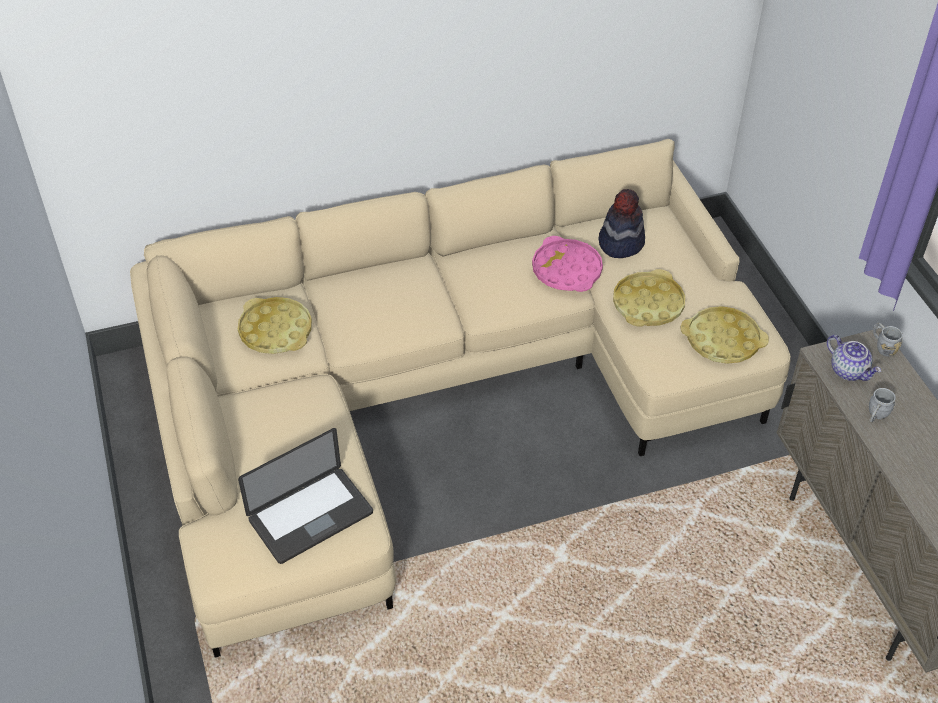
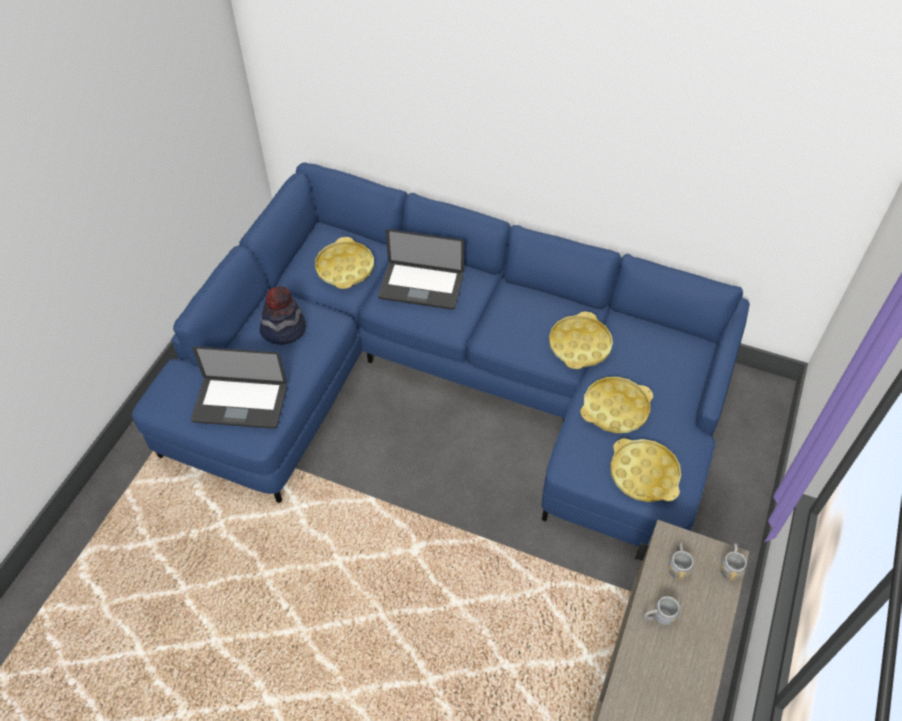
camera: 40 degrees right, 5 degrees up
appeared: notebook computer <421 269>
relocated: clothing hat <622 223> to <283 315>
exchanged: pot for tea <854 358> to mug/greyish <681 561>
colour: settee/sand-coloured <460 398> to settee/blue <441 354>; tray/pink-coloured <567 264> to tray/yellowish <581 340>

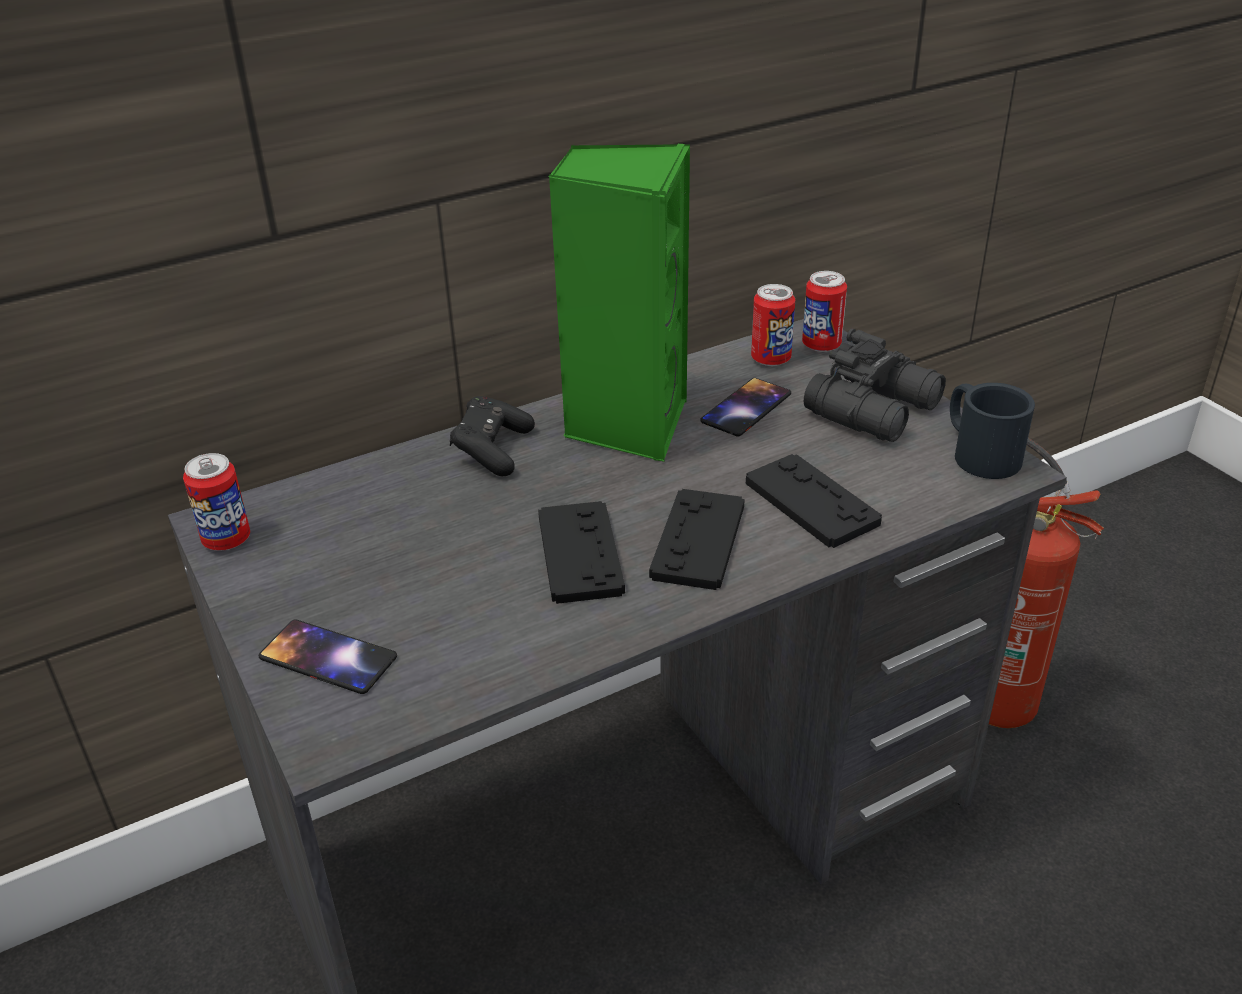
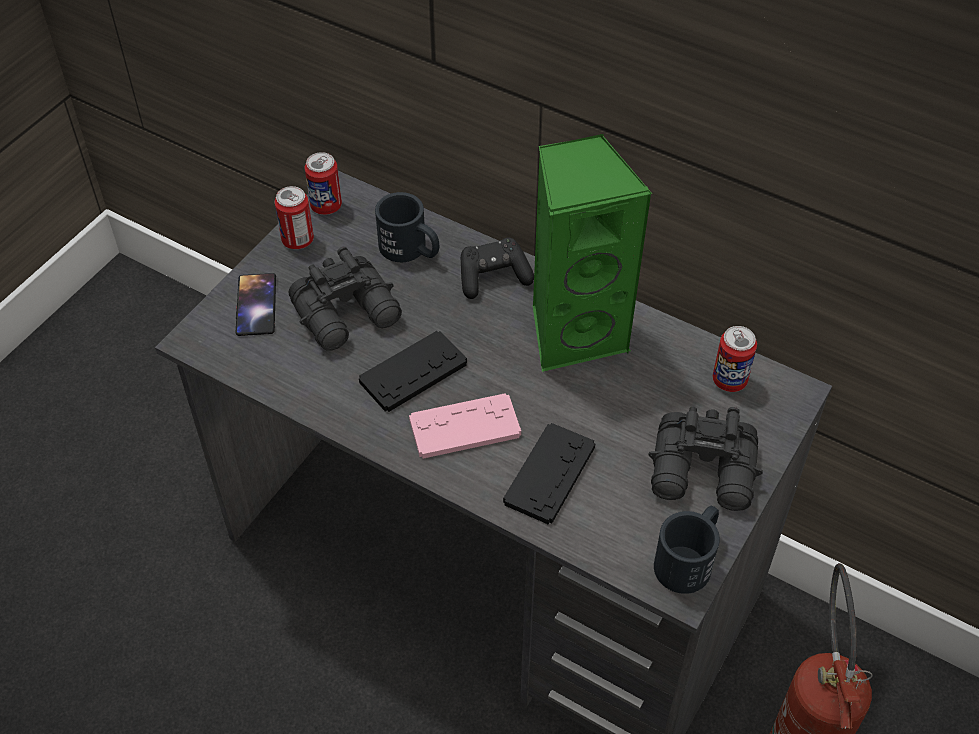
camera: 60 degrees right, 15 degrees up
missing: phone <745 407>
appeared: binoculars/black <345 299>; mug/black <407 227>
relocated: can <824 311> to <294 217>
colour: game controller/black <697 539> to game controller/pink-coloured <465 426>

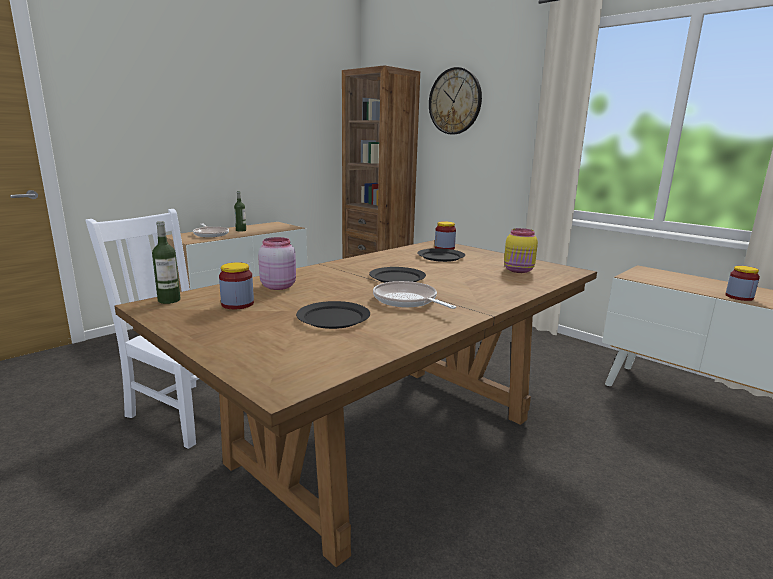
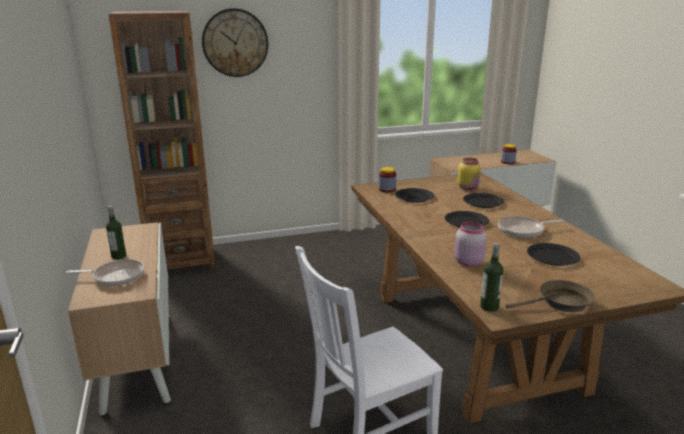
camera: 60 degrees left, 5 degrees up
missing: jar <236 285>
appeared: plate/black <483 200>; frying pan/brown-coloured <550 296>

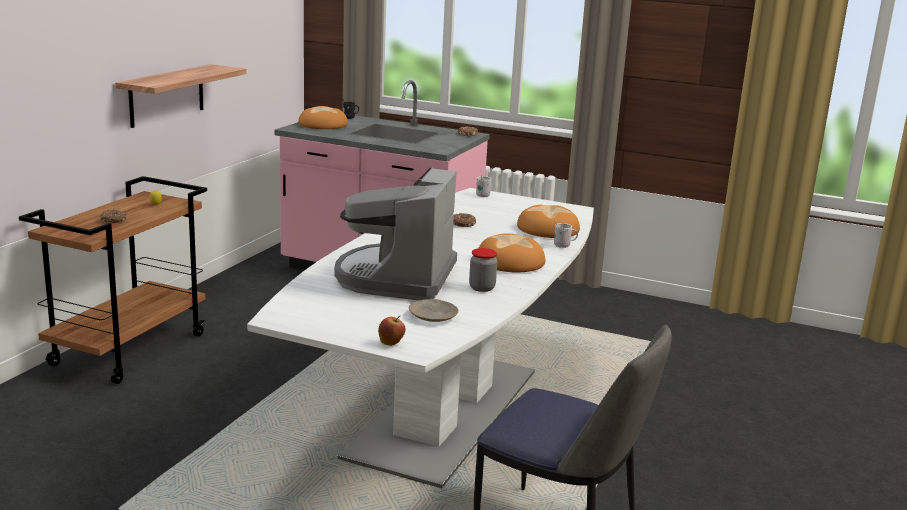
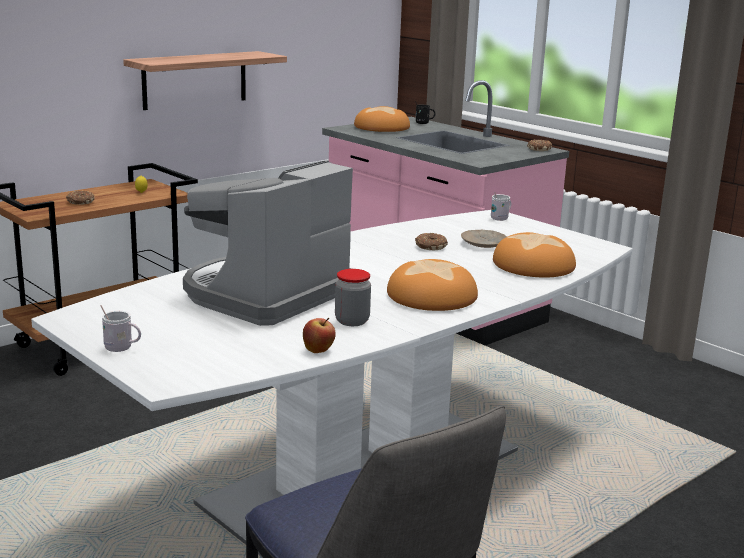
camera: 25 degrees right, 0 degrees up
relocated: mug/whitish <566 234> to <120 328>; whole apple <391 331> to <319 335>; plate/sand-coloured <433 310> to <484 239>

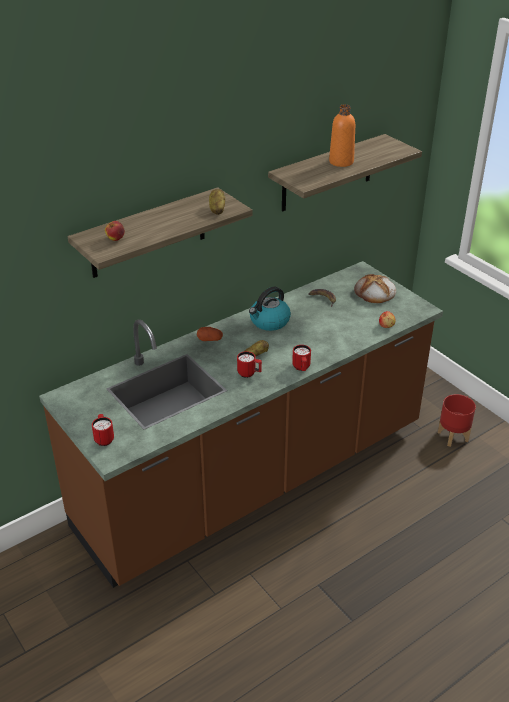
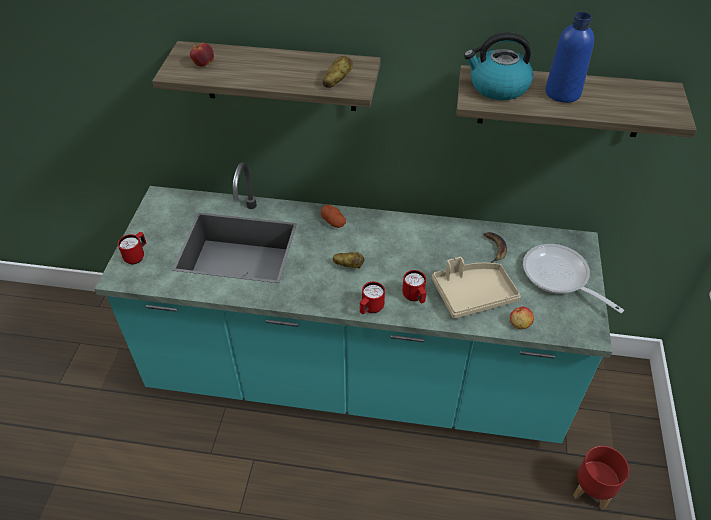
camera: 45 degrees right, 10 degrees up
appeared: tray/sand-coloured <476 288>
relocated: mug/red-coloured <249 364> to <414 286>; water kettle <270 309> to <498 66>
exchanged: baked bread <375 288> to frying pan <573 278>
colour: kitchen base unit/brown-coloured <241 424> to kitchen base unit/turquoise-coloured <353 302>; bottle/orangey <342 135> to bottle/blue <569 57>

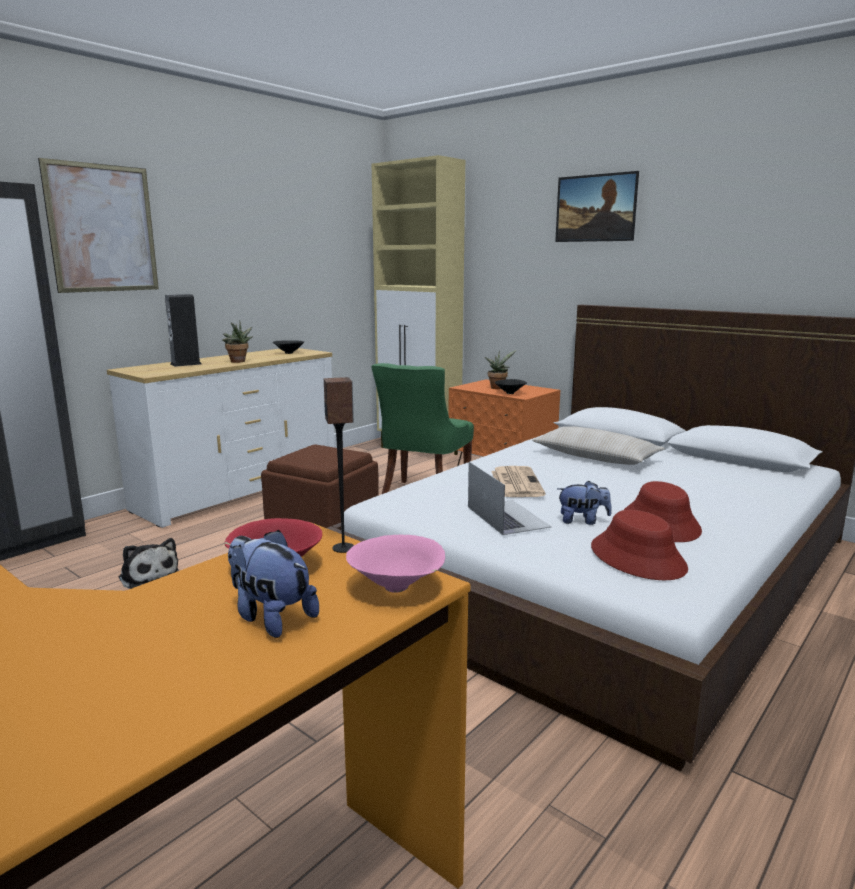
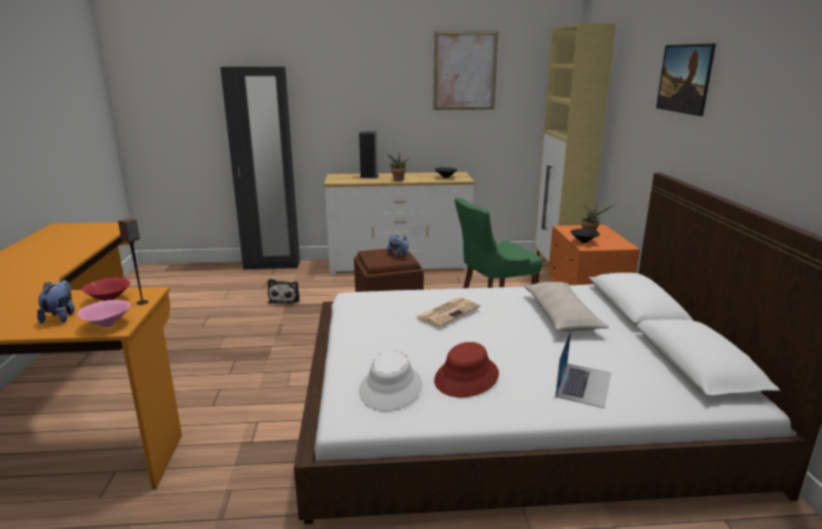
camera: 45 degrees right, 5 degrees up
relocated: plush toy <584 503> to <398 246>; wall picture <98 225> to <466 70>; notebook computer <509 498> to <583 368>
colour: clothing hat/red-coloured <639 545> to clothing hat/whitish <390 380>

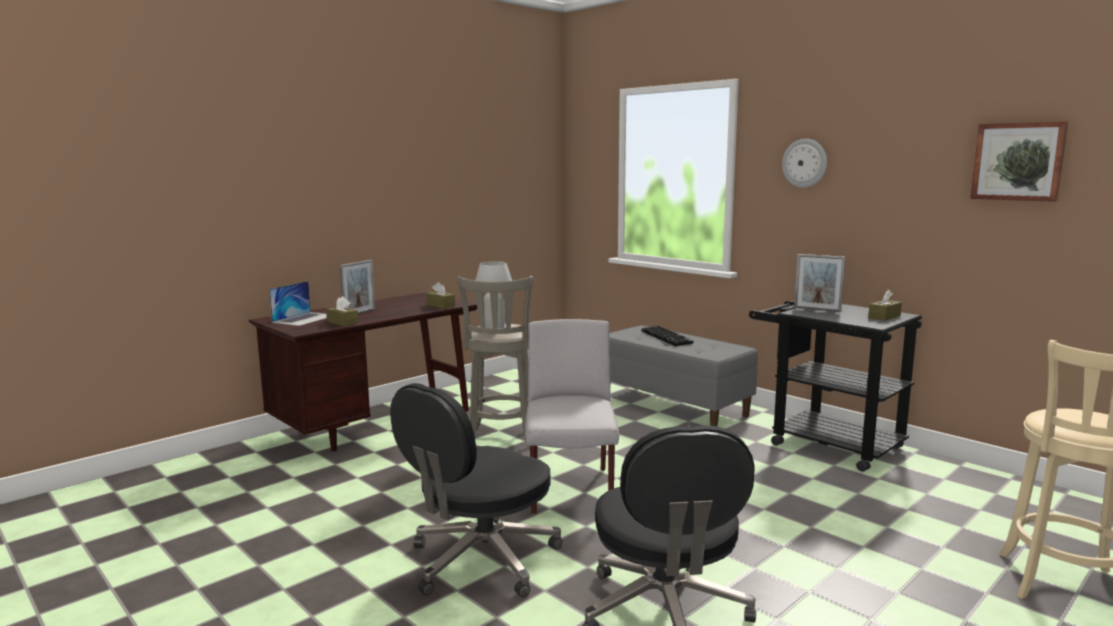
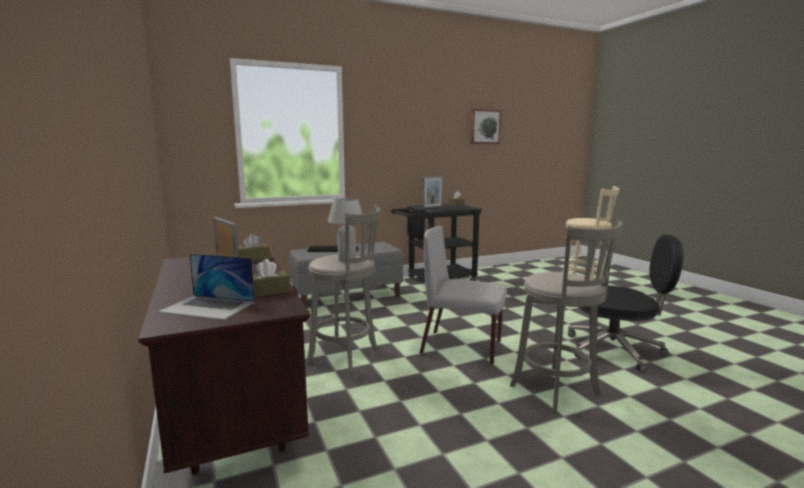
camera: 70 degrees left, 0 degrees up
missing: wall clock <804 163>
exchanged: computer chair/black <476 490> to stool/greyish <566 316>
spun: notebook computer <298 303> = <206 287> 150 degrees clockwise

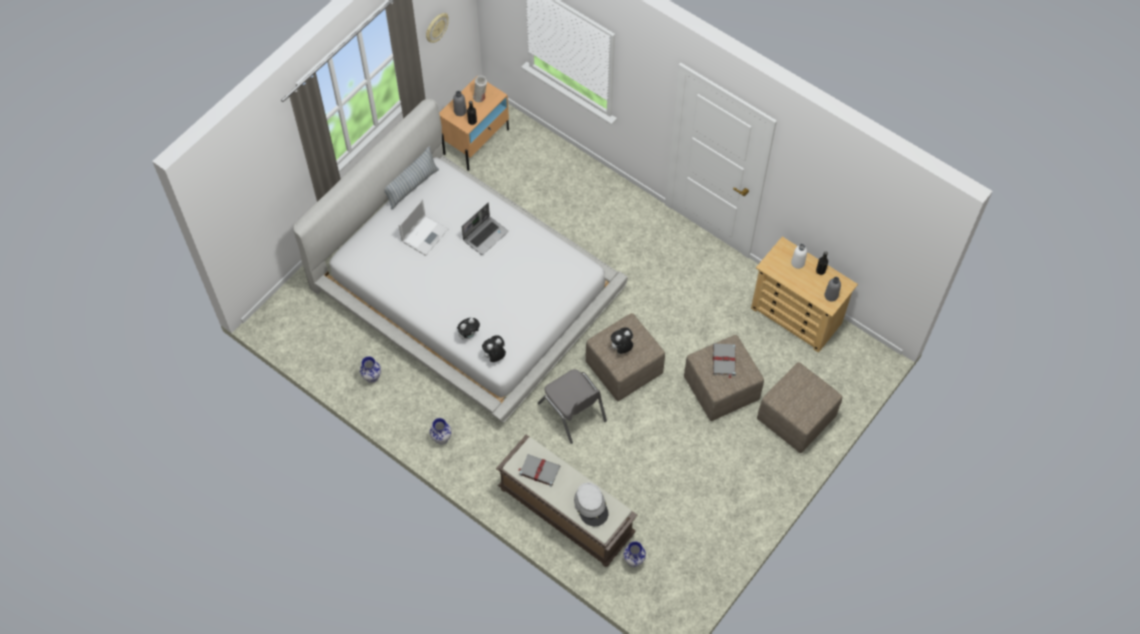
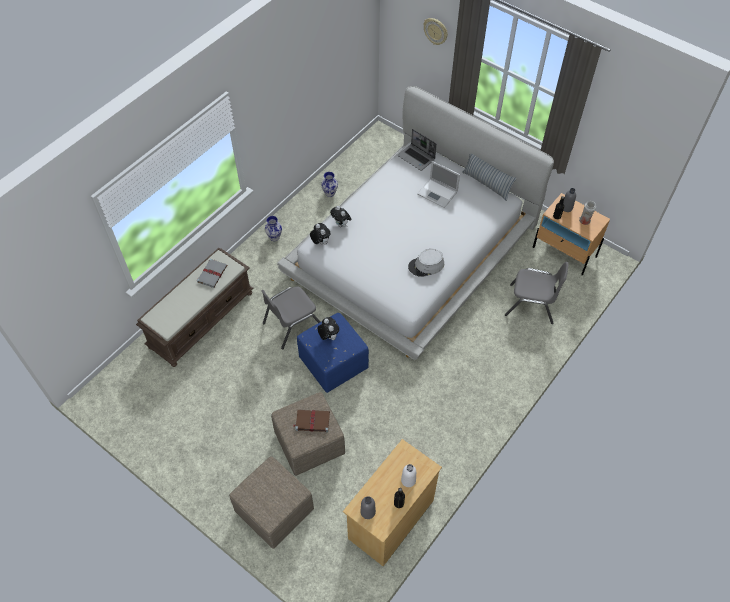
camera: 90 degrees right, 5 degrees down
missing: decorative vase <634 554>
appeared: chair/greyish <537 293>
relocated: notebook computer <485 229> to <417 150>; clothing hat/greyish <591 504> to <426 263>; wall clock <437 28> to <436 31>
colour: book/greyish <724 361> to book/brown-coloured <311 421>; pouffe/sand-coloured <625 357> to pouffe/blue <333 353>

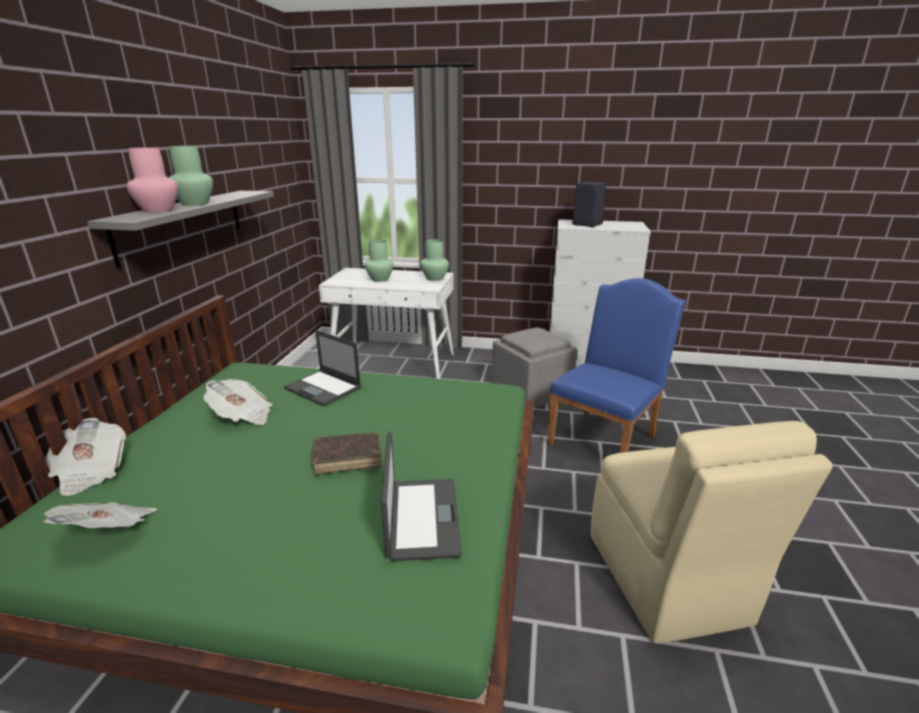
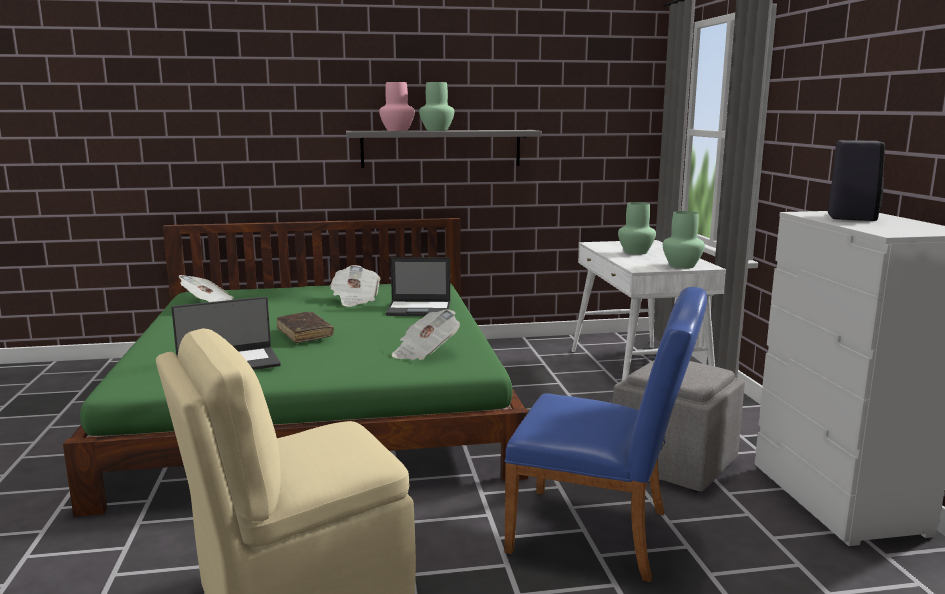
camera: 70 degrees right, 10 degrees down
relocated: newspaper <85 457> to <425 334>
spun: notebook computer <322 368> = <418 286> 105 degrees counterclockwise

